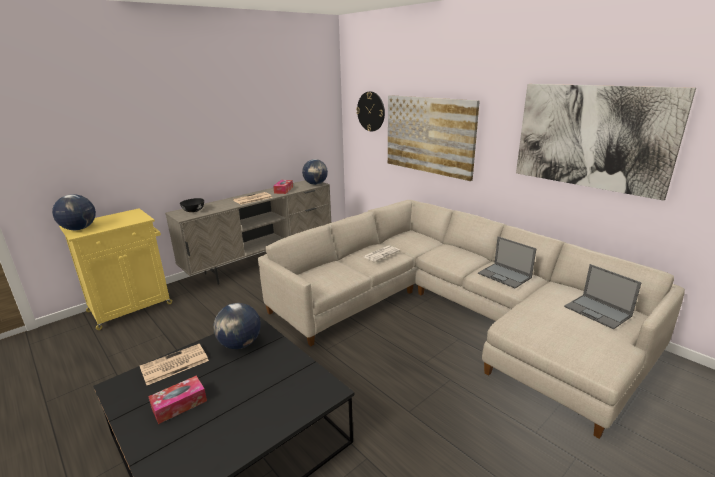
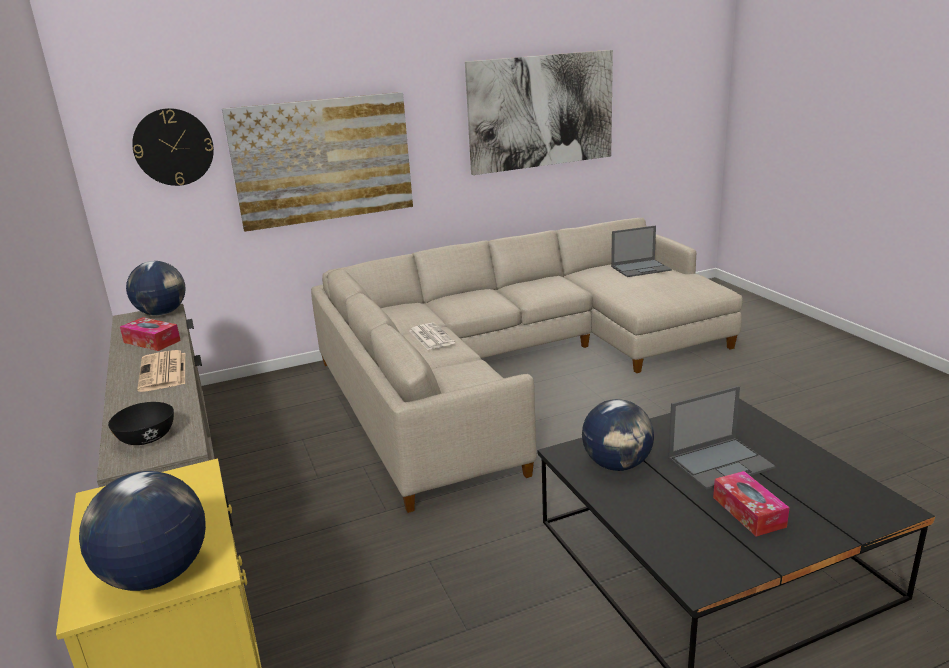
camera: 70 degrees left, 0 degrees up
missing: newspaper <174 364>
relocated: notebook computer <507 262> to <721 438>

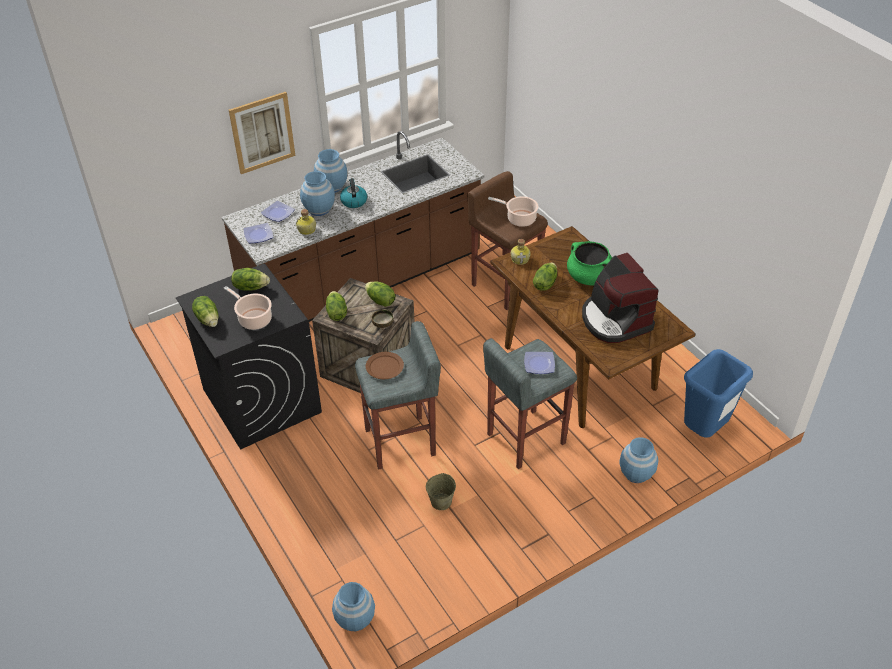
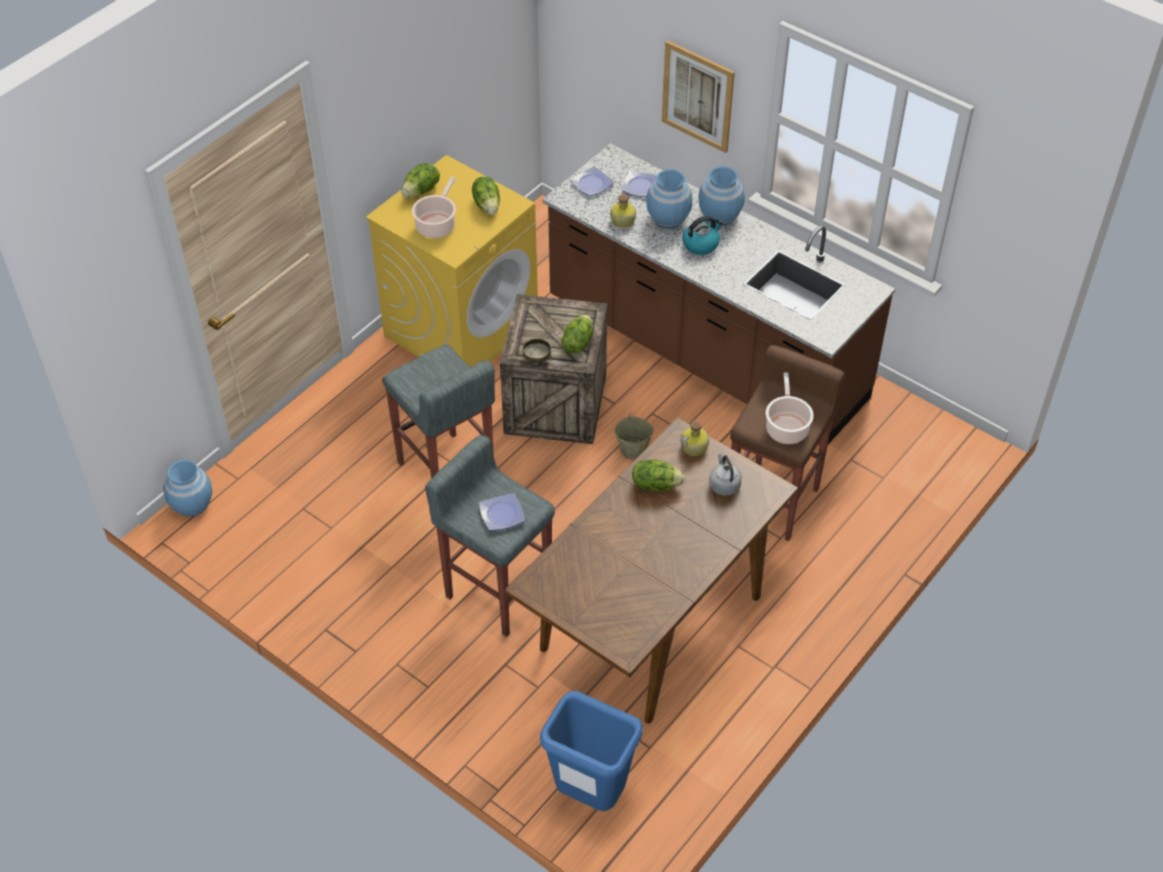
camera: 70 degrees right, 5 degrees up
missing: lettuce head <336 306>; plate/brown-coloured <385 365>; cooking pot/greenish <589 263>; coffee maker <620 298>; decorative vase/blue <638 460>
appeared: water kettle/greyish <725 474>
relocated: bucket/sand-coloured <441 491> to <634 436>
colour: washing machine/black <249 356> to washing machine/yellowish <452 261>

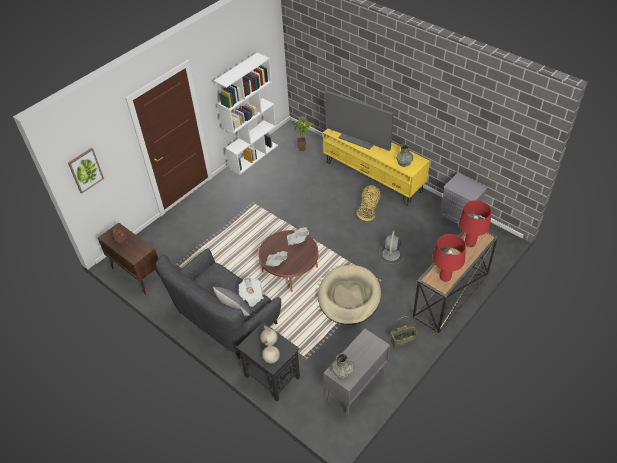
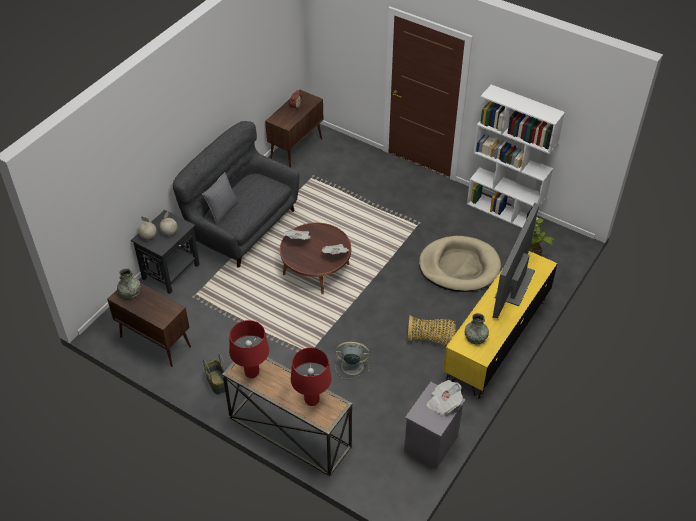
camera: 80 degrees right, 0 degrees up
missing: wall picture <86 171>
relocated: dog bed/sand-coloured <349 295> to <460 264>; newspaper <251 292> to <445 398>
colour: cupboard/greyish <357 373> to cupboard/brown-coloured <149 325>

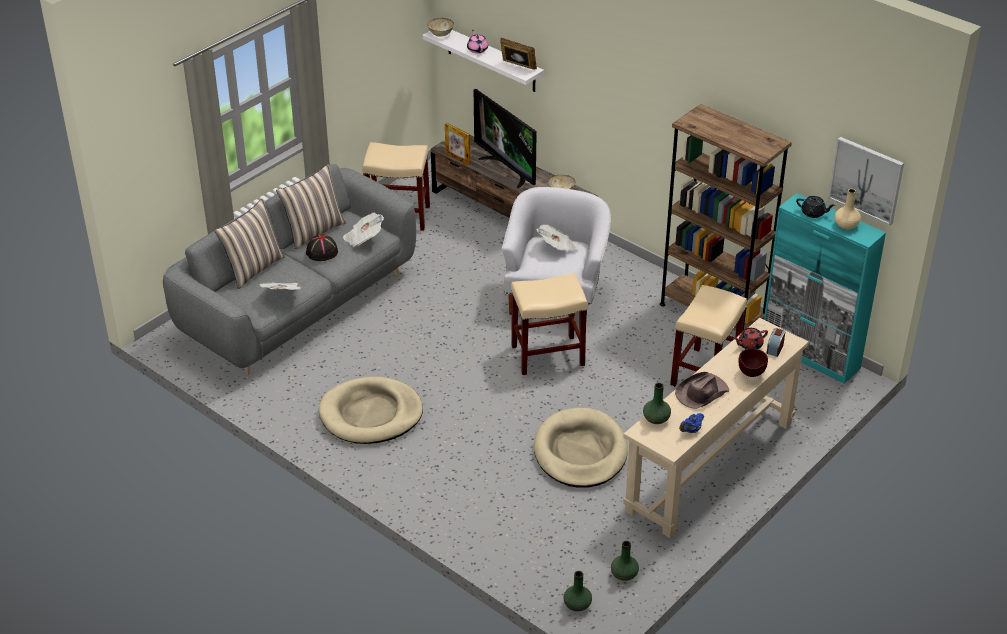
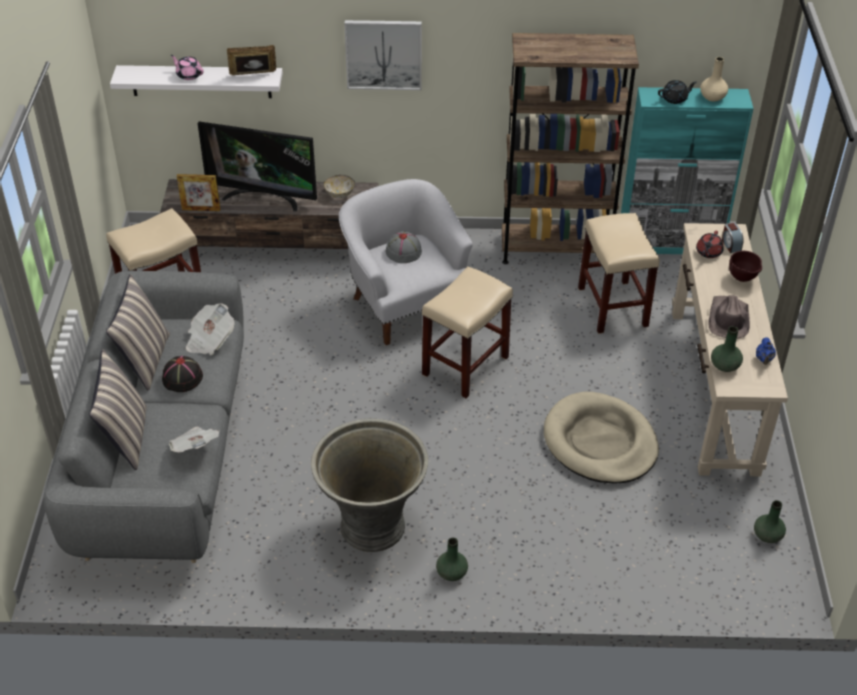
camera: 40 degrees left, 5 degrees up
missing: serving bowl <440 27>
relocated: wall picture <866 181> to <383 55>; decorative vase/greenish <577 591> to <452 559>
exchanged: dog bed/sand-coloured <371 410> to plant pot/greyish <369 485>; newspaper <557 237> to clothing hat/greyish <403 247>

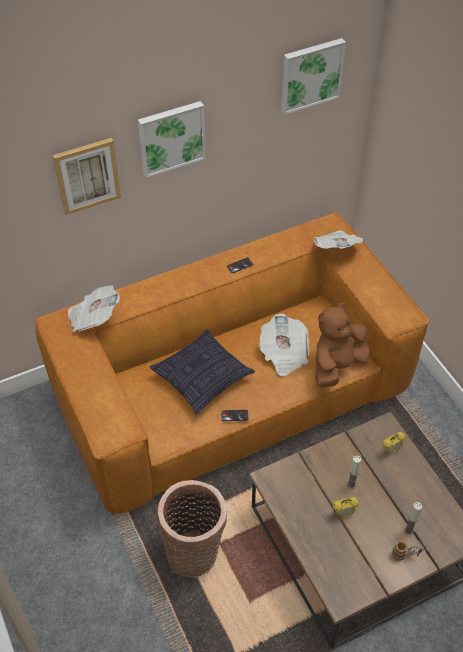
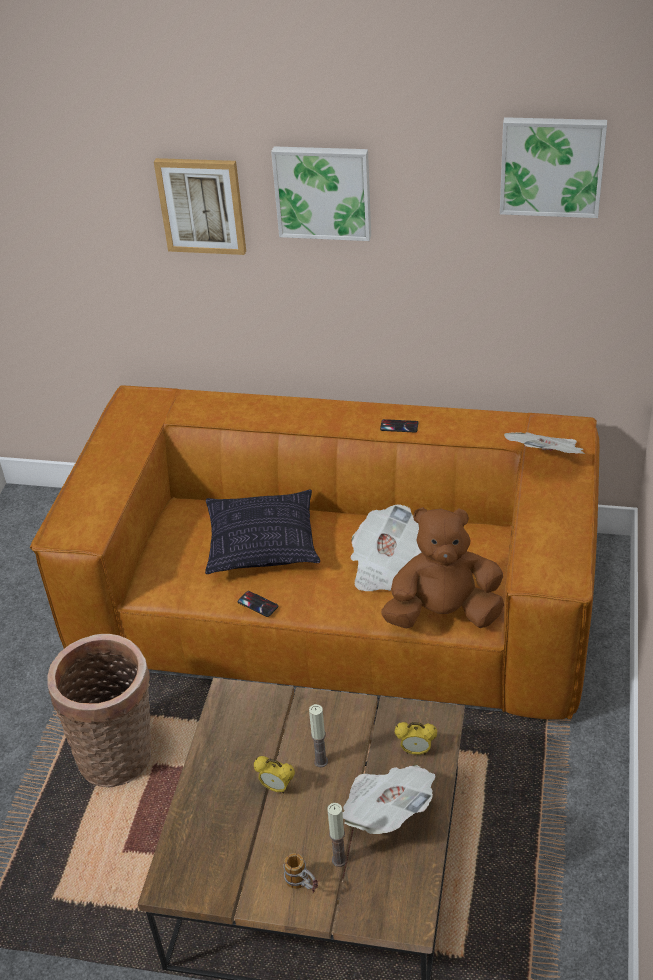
camera: 40 degrees right, 10 degrees down
relocated: newspaper <94 308> to <389 799>

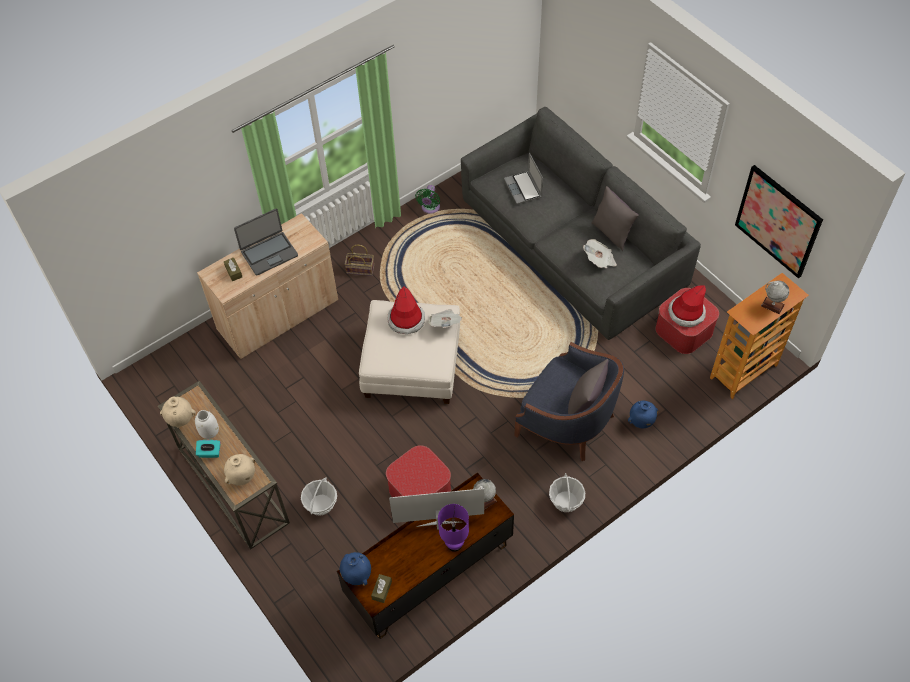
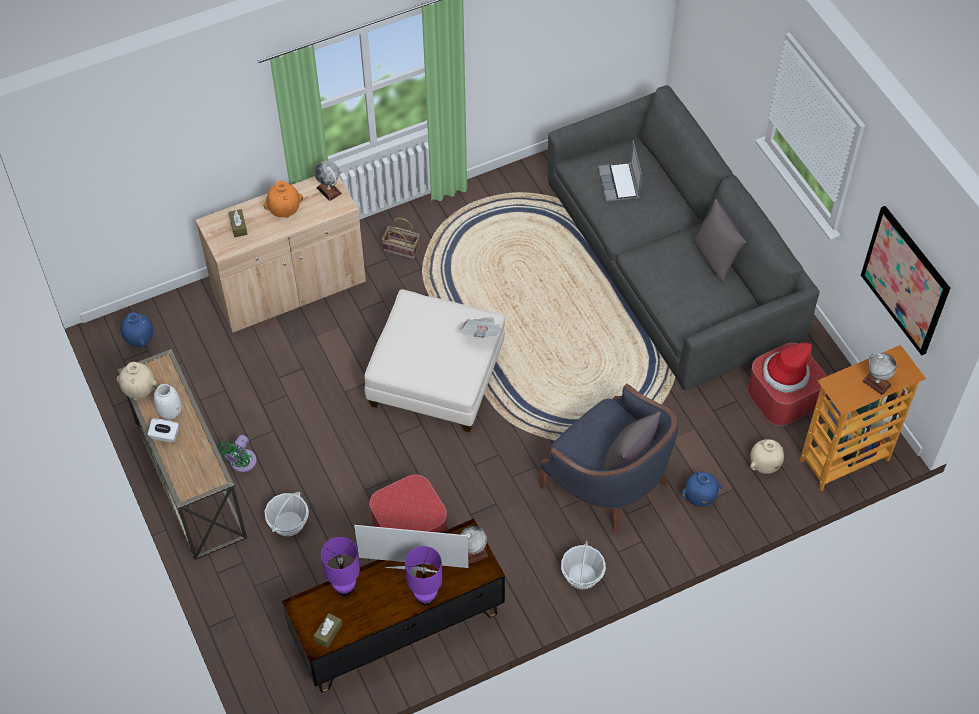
camera: 10 degrees right, 0 degrees up
missing: clothing hat <406 310>; newspaper <600 253>
appeared: world globe <328 181>; tabletop lamp/purple <340 566>
relocated: decorative vase/blue <355 569> to <137 329>; electric fan/greenish <427 199> to <237 453>; decorative vase/sand-coloured <239 470> to <767 456>
exchanged: notebook computer <266 242> to decorative vase/orangey <283 199>
colour: box of tissues/turquoise-coloured <208 449> to box of tissues/whitish <163 431>

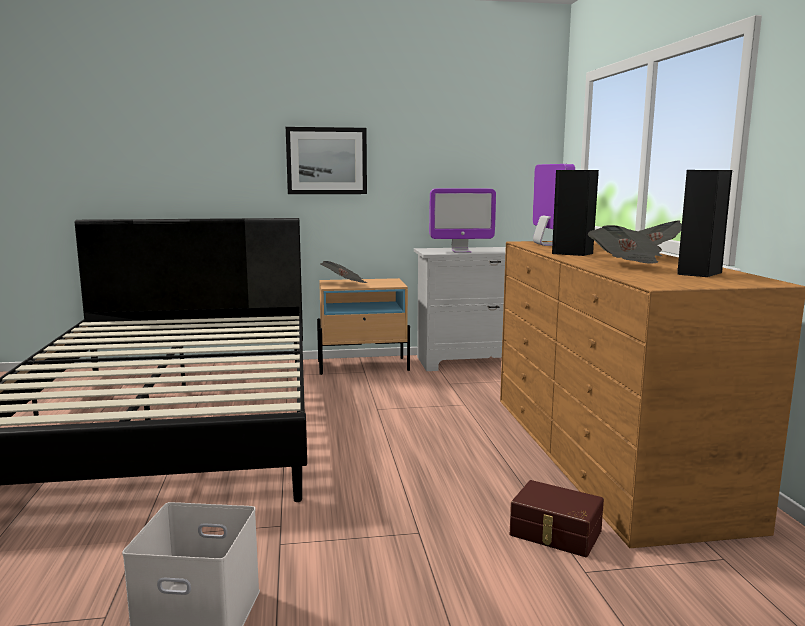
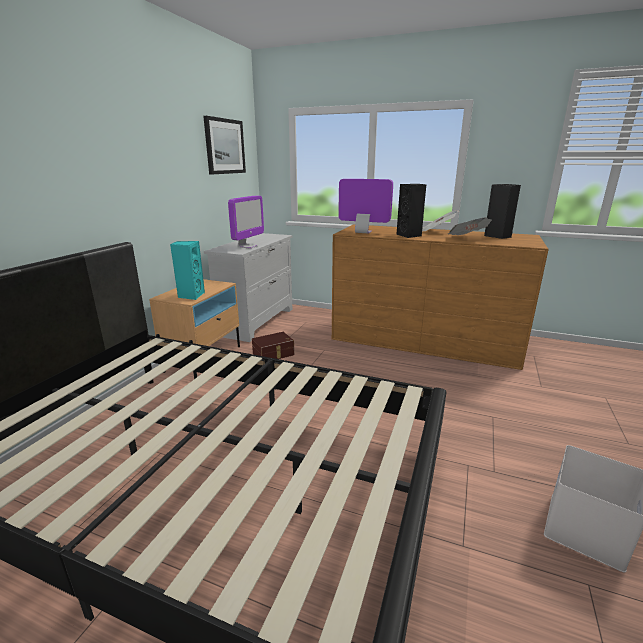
camera: 60 degrees left, 10 degrees up
relocated: wall picture <326 160> to <224 145>; storage container/brown-coloured <557 518> to <273 345>
exchanged: newspaper <343 272> to loudspeaker/turquoise-coloured <187 270>

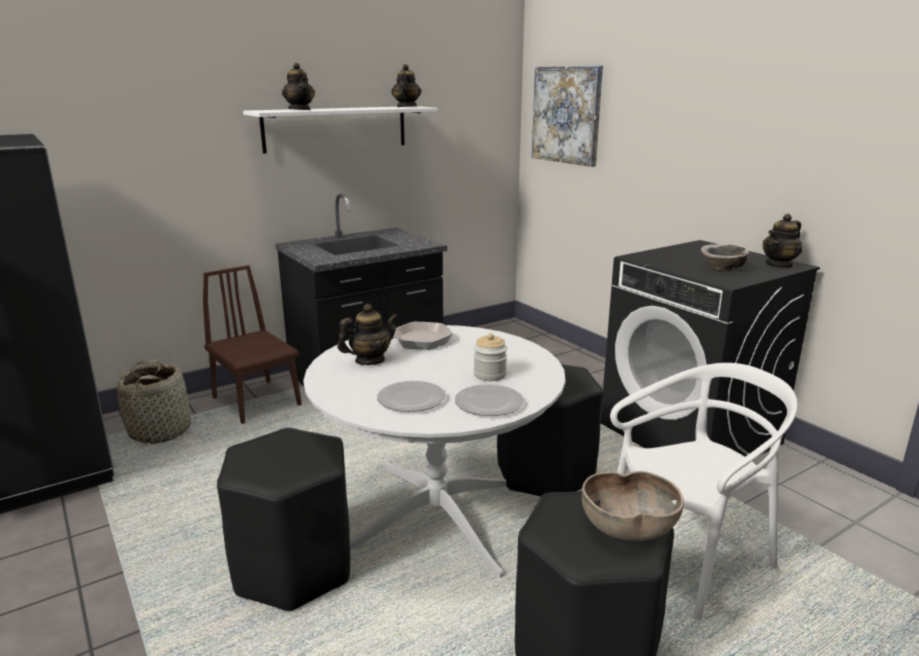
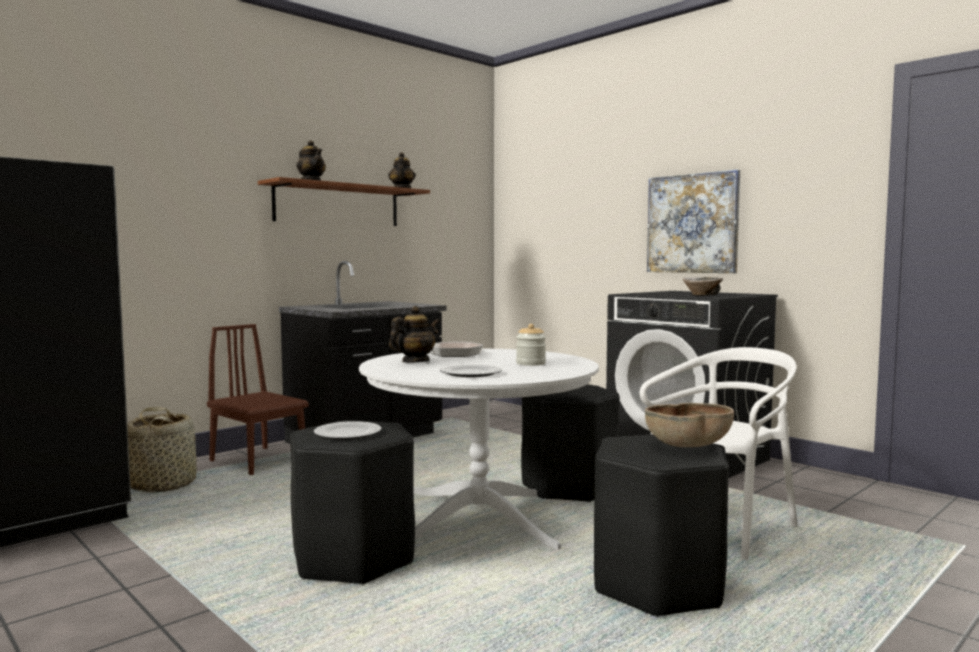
camera: 10 degrees left, 15 degrees down
missing: pot for tea <783 241>
relocated: plate <489 400> to <347 430>; wall picture <567 116> to <693 221>
colour: shelf/whitish <340 130> to shelf/brown-coloured <344 201>

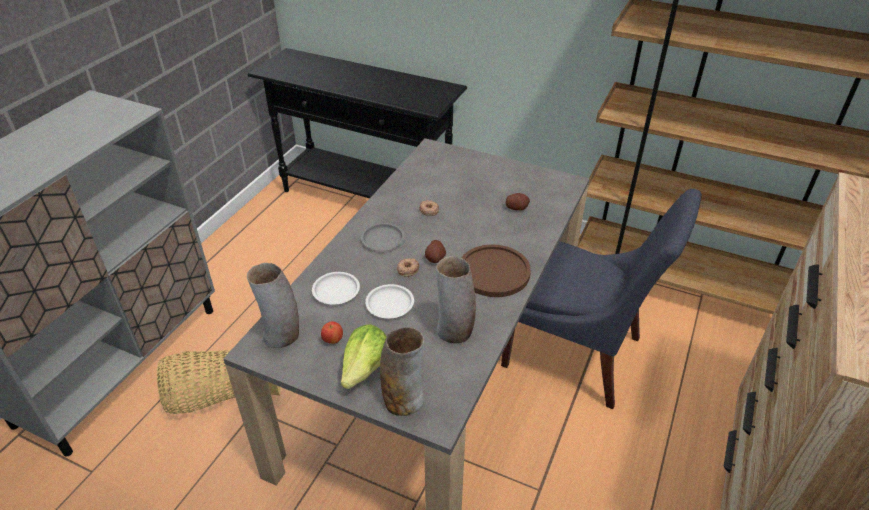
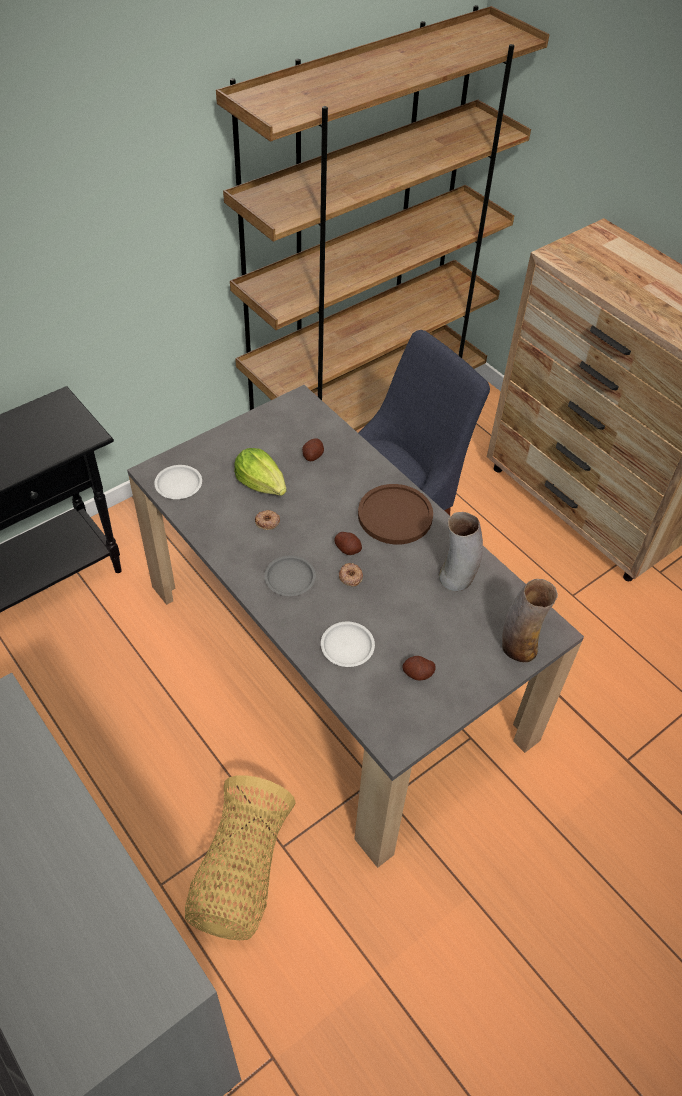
camera: 65 degrees left, 10 degrees up
missing: decorative vase <273 305>
relocated: plate/whitish <389 301> to <178 482>; lettuce head <364 356> to <260 472>
exchanged: whole apple <332 332> to potato <419 668>

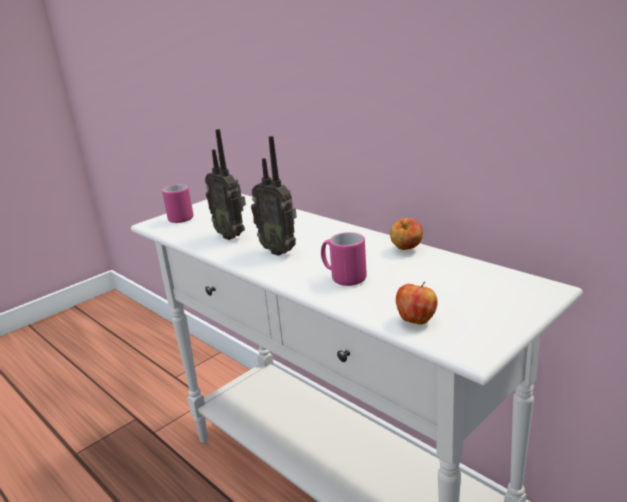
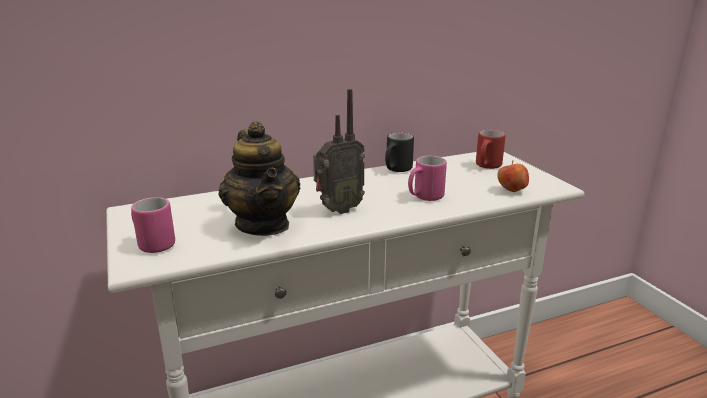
camera: 70 degrees left, 0 degrees up
appeared: mug/red-coloured <491 149>
exchanged: radio set <225 184> to pot for tea <259 178>; whole apple <406 234> to mug/black <399 152>

